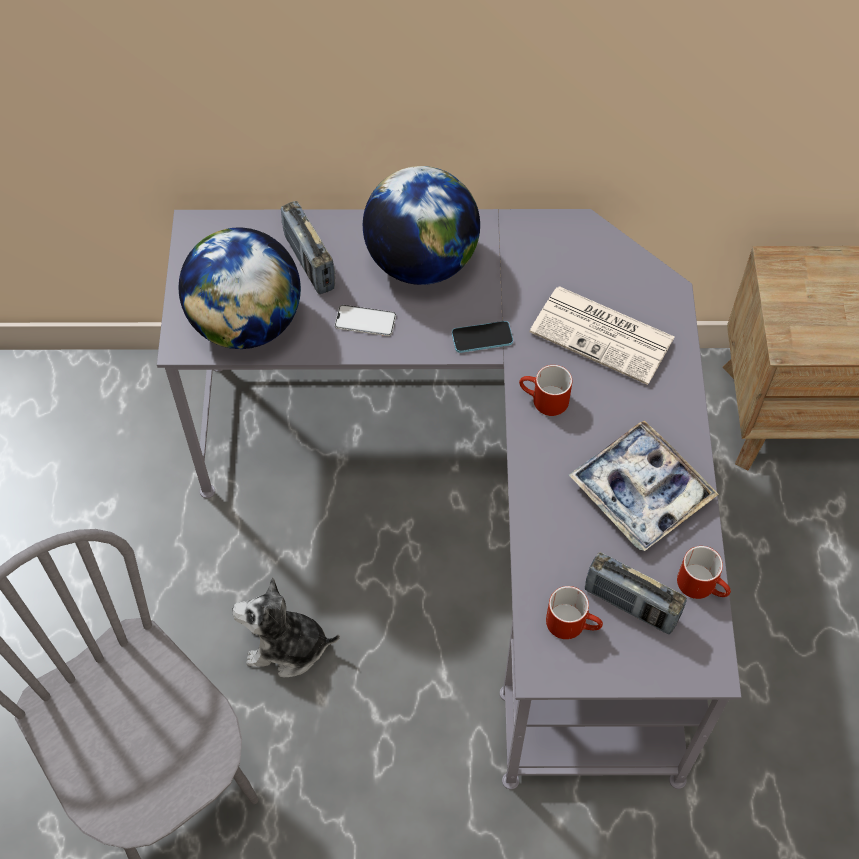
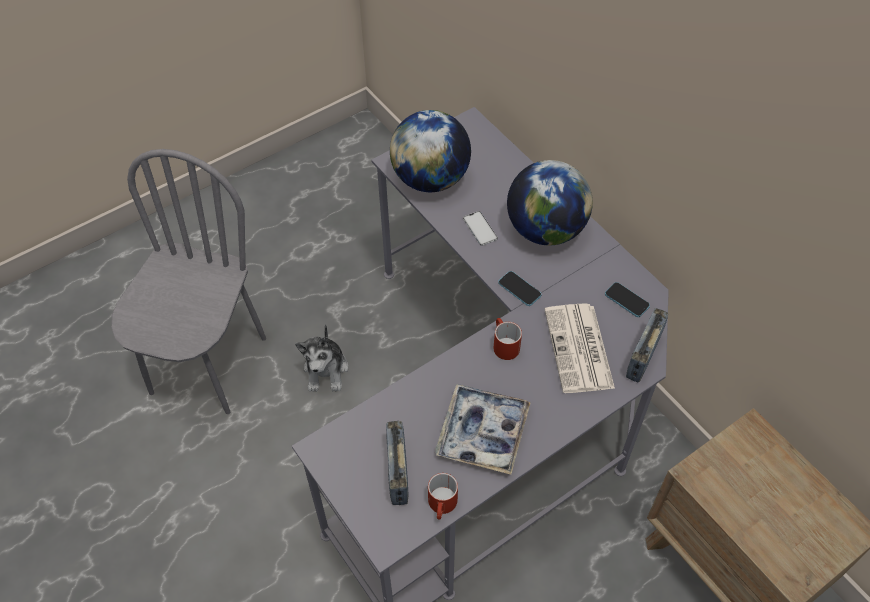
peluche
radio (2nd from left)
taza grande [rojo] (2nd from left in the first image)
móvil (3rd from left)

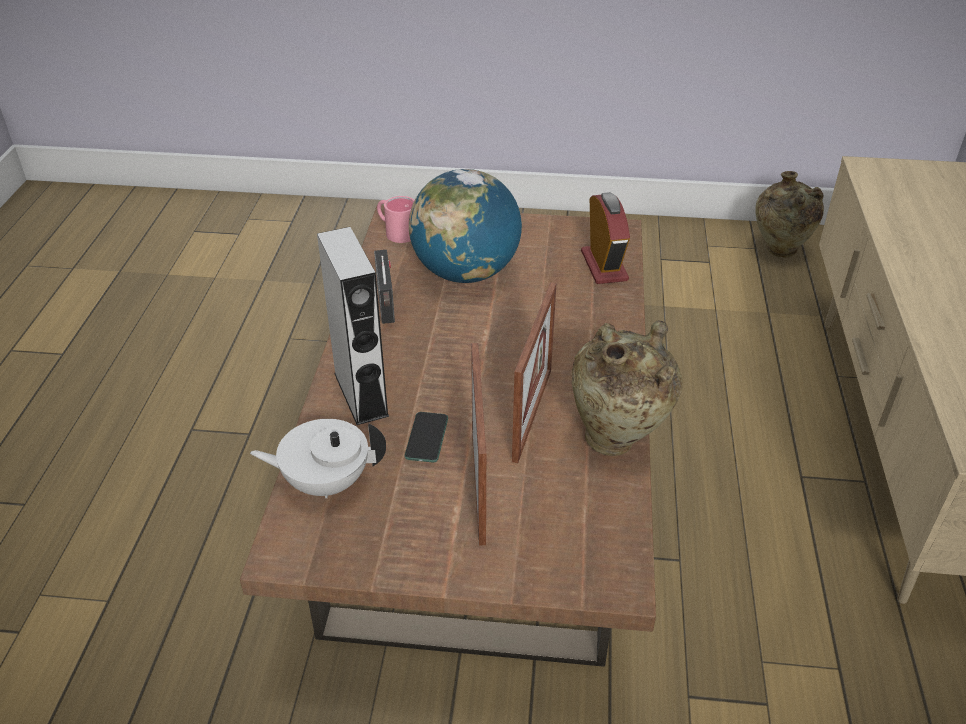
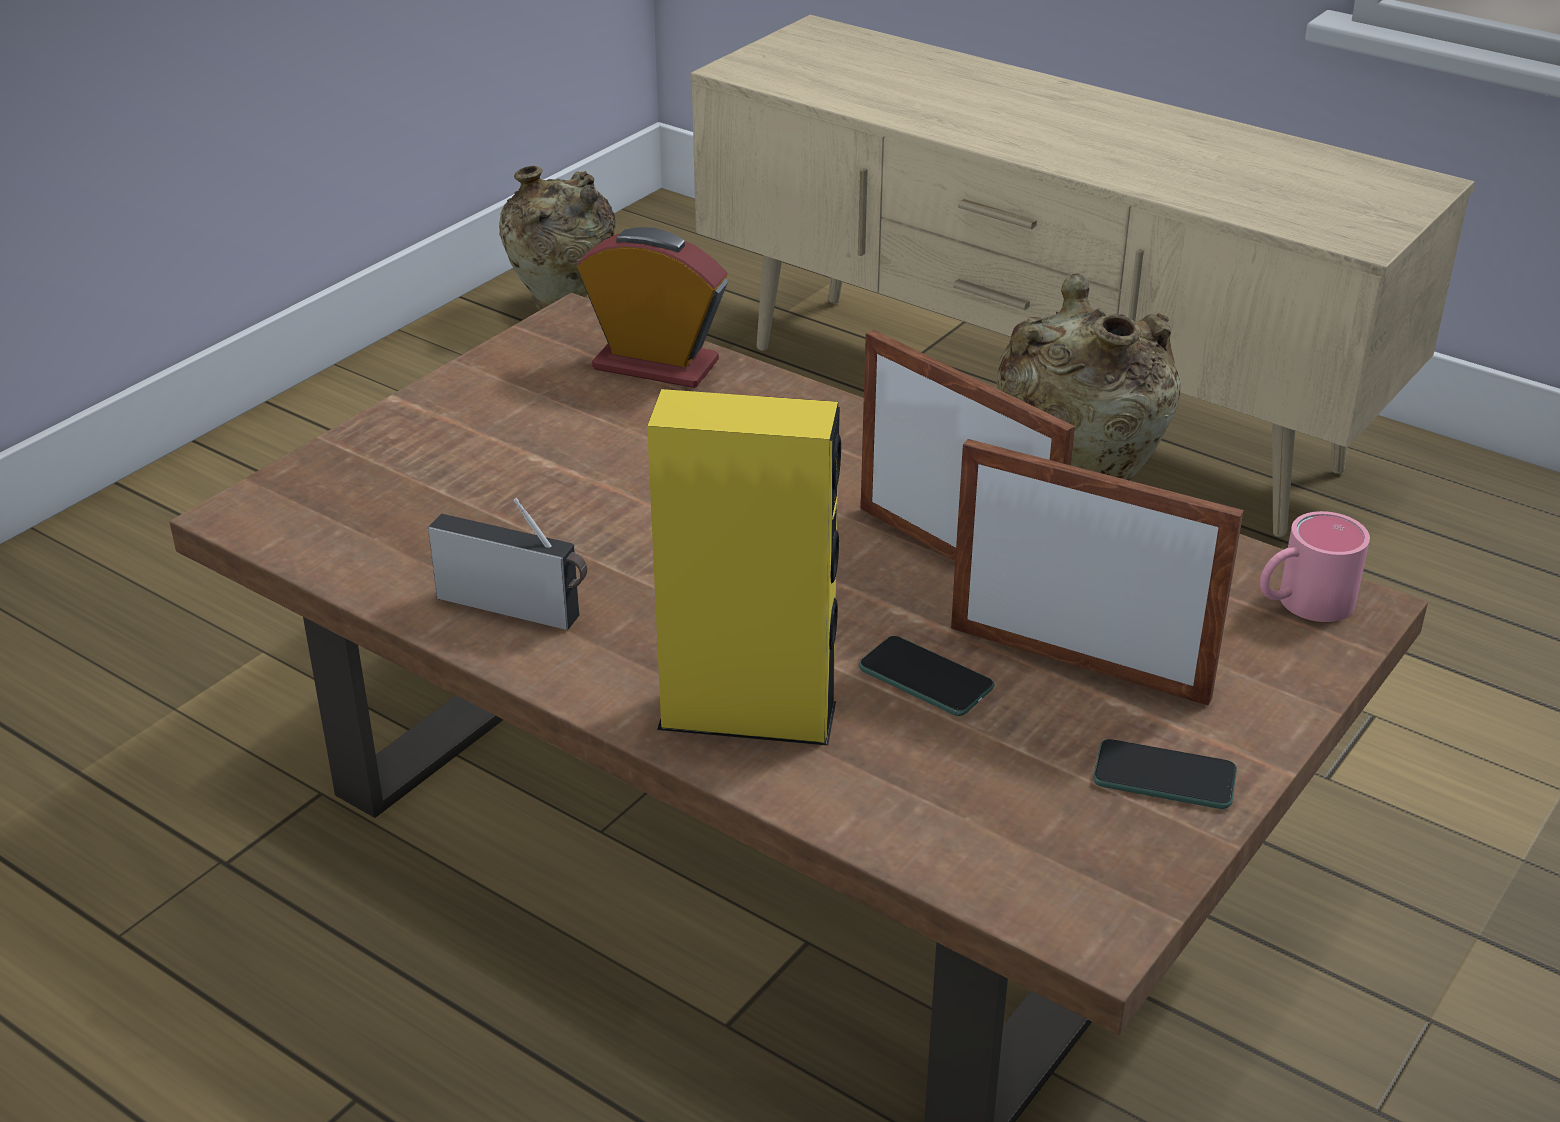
tetera [blanco]
altavoz [amarillo]
taza grande [rosa]
globo terráqueo
móvil (2nd from left)

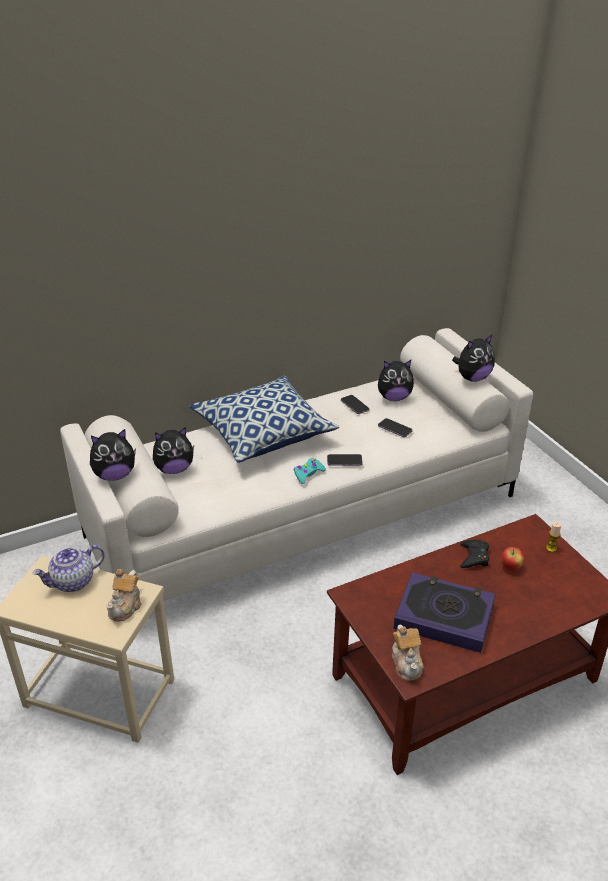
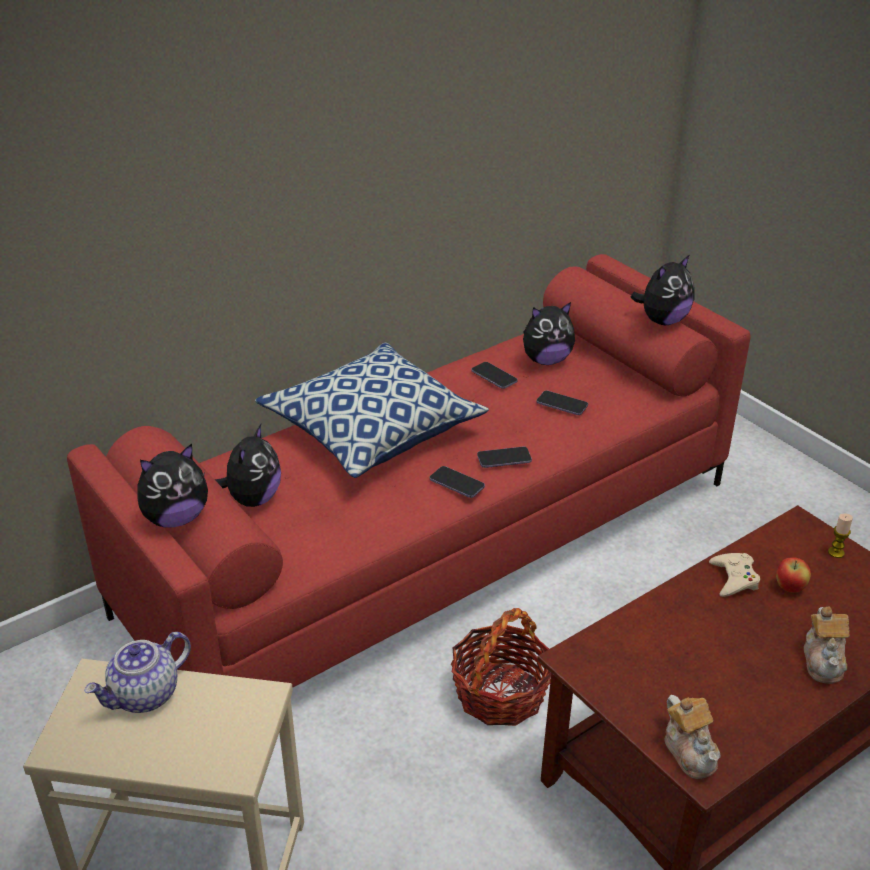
sofá [rojo]
tetera (3rd from left)
peluche (2nd from left)
móvil (1st from left)
libro
mando de consola [beis]
cesta

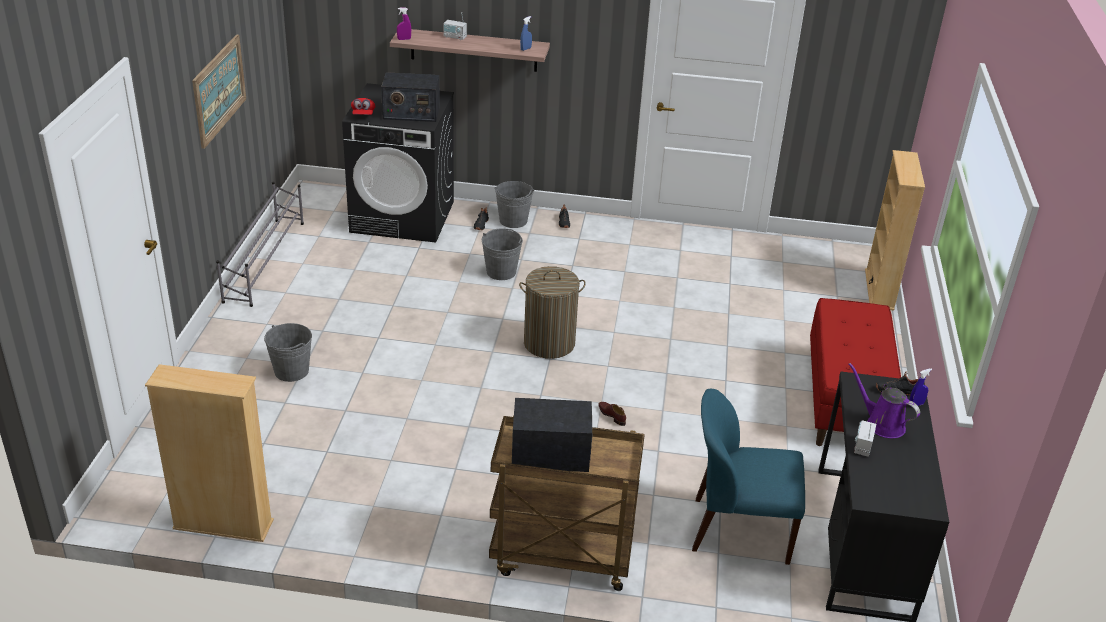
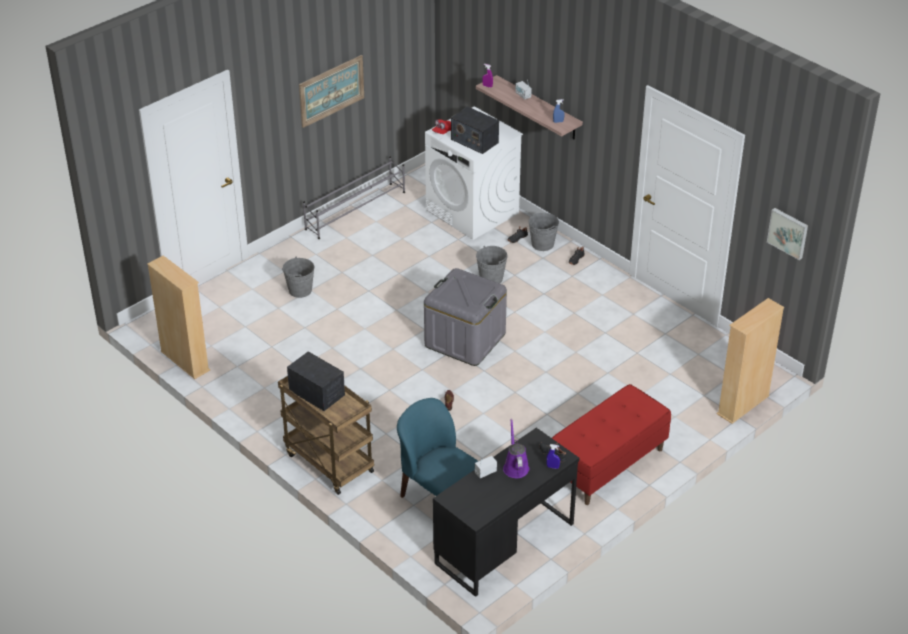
lavadora [blanco]
caja de almacenaje [gris]
cuadro (2nd from left)

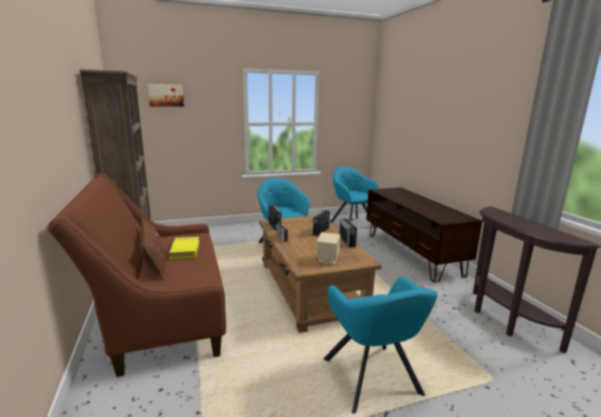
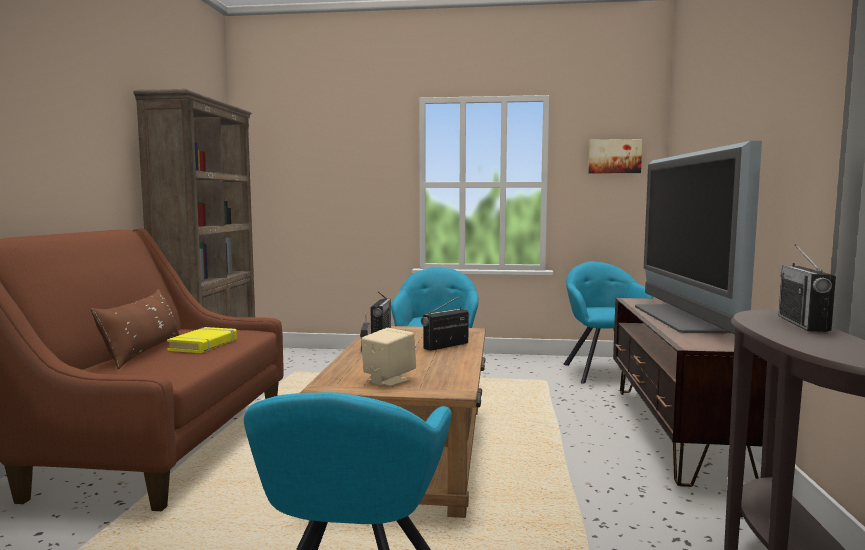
cuadro
radio (4th from left)
televisor

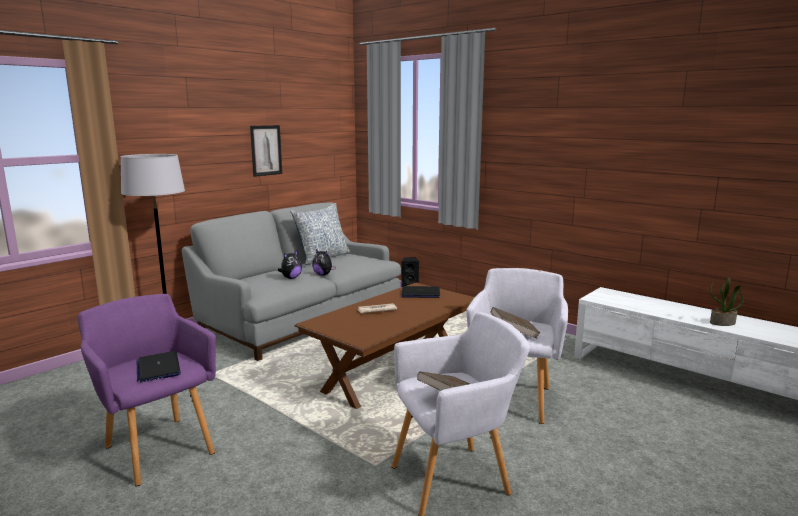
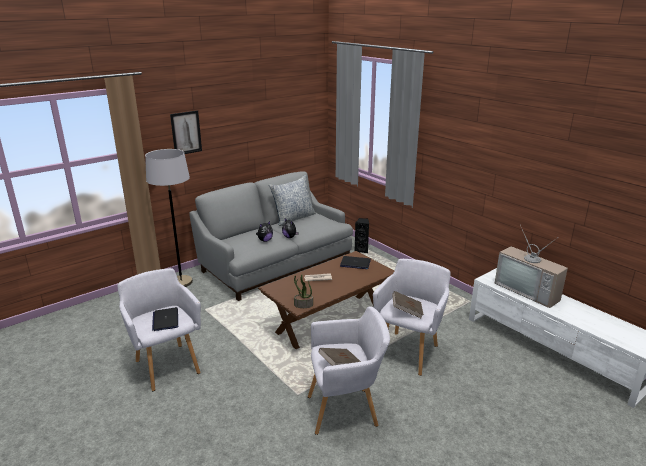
sillón [gris] (1st from left)
cuadro
planta en maceta
televisor

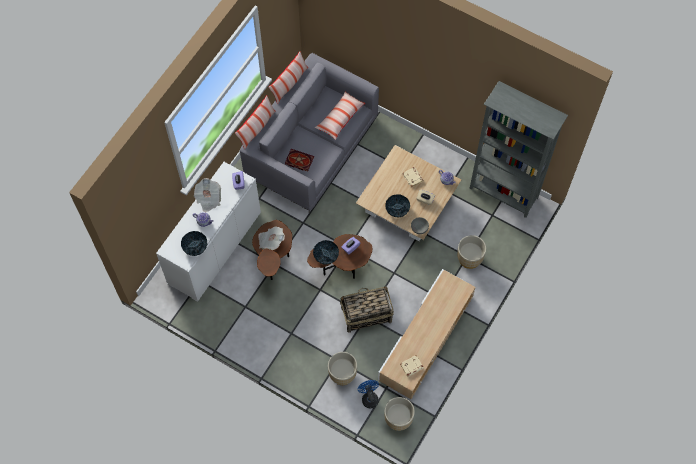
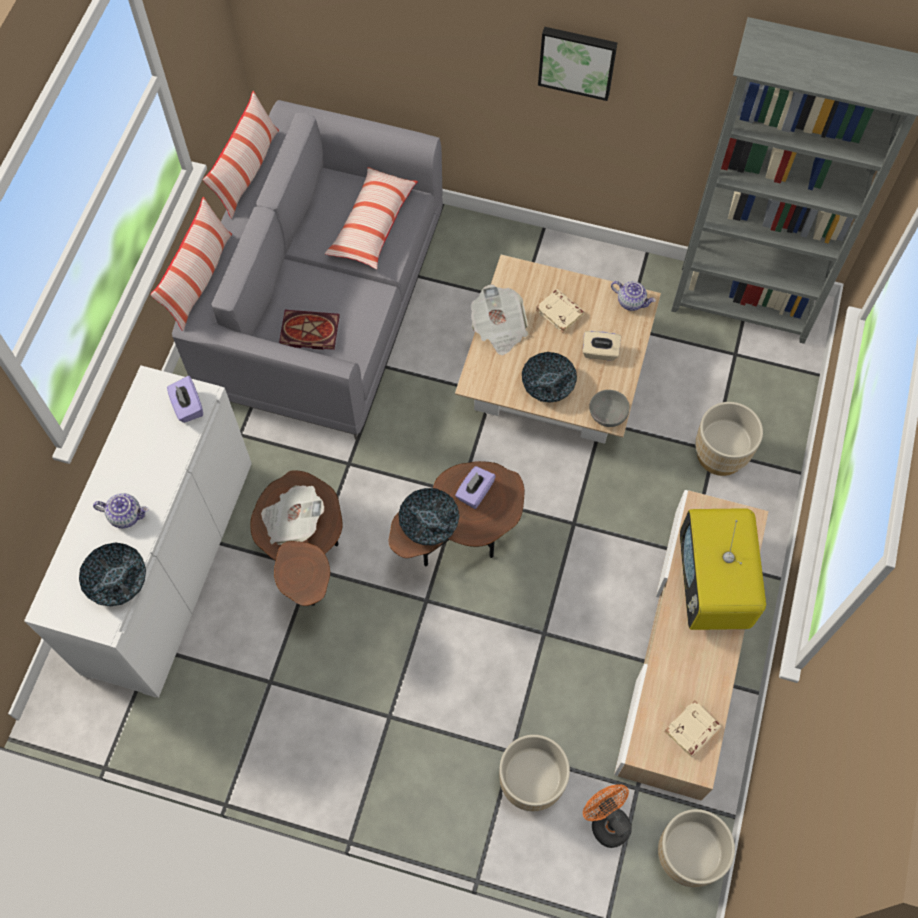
periódico (2nd from left)
cesta
ventilador [naranja]
cuadro
televisor

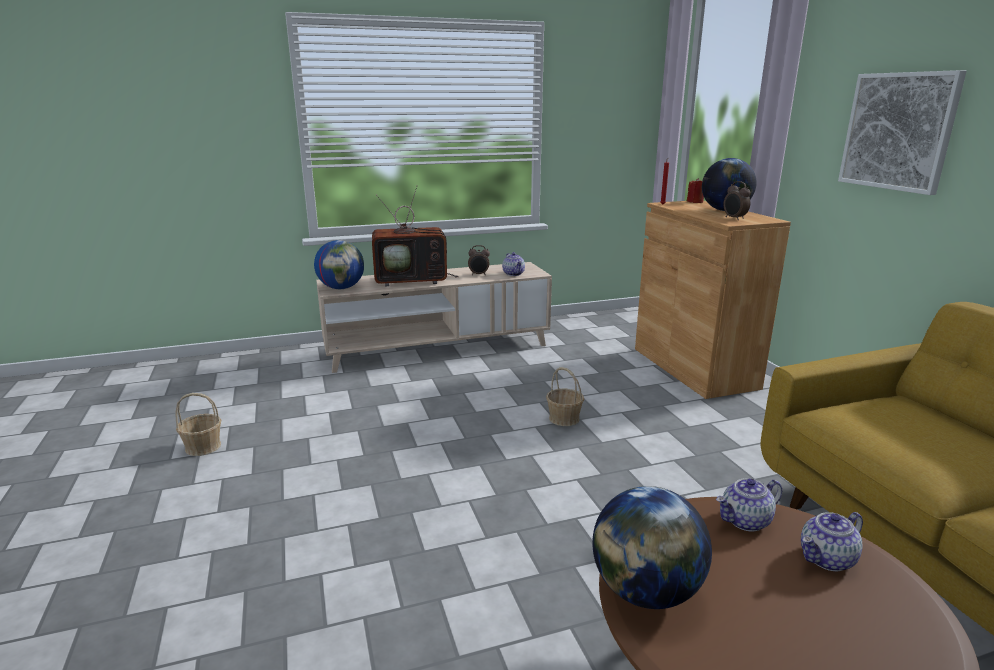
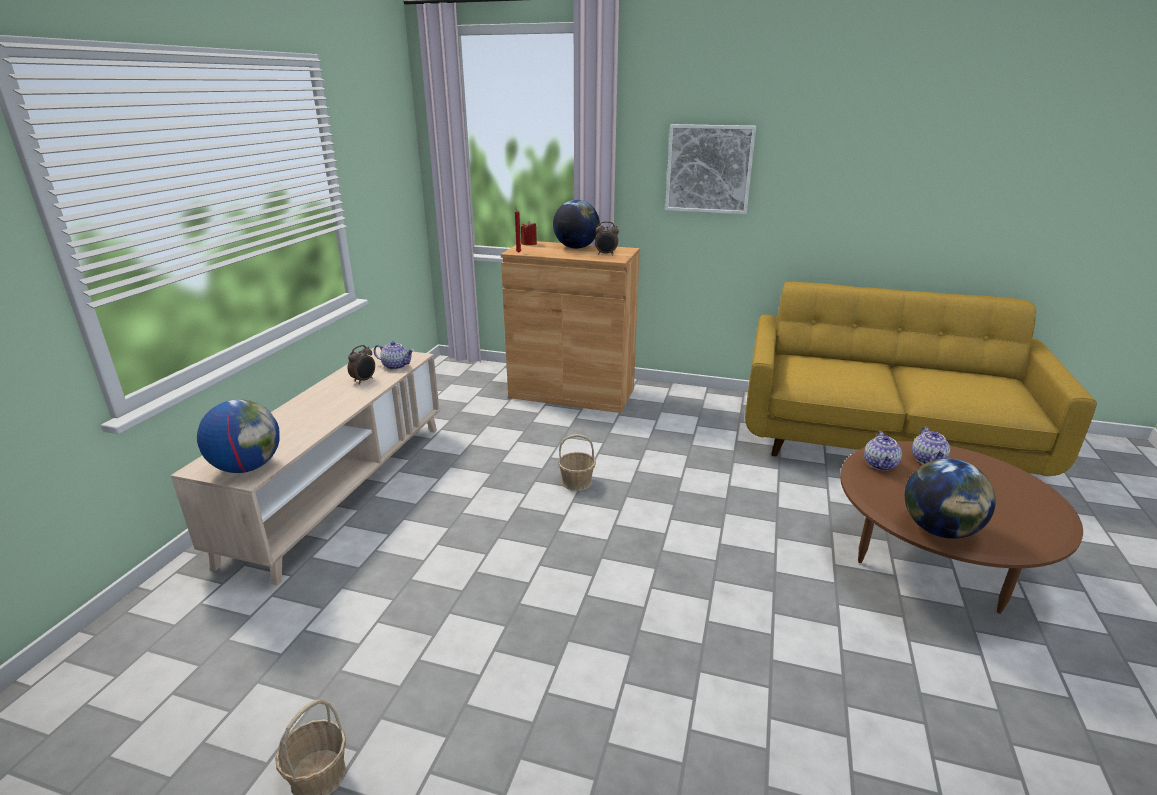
televisor

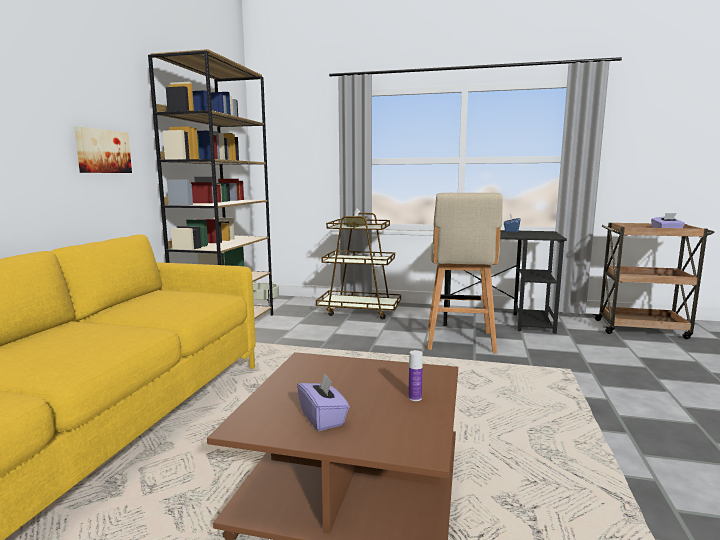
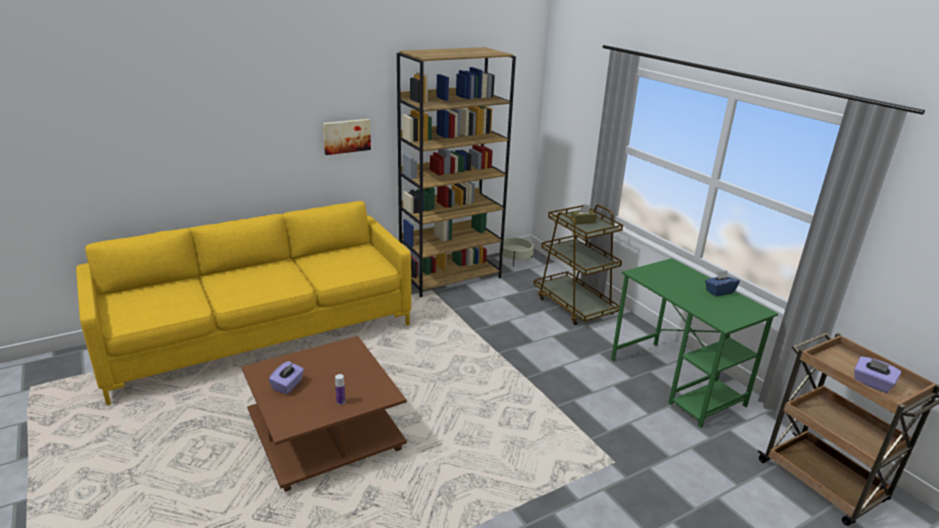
taburete [beis]
escritorio [verde]

